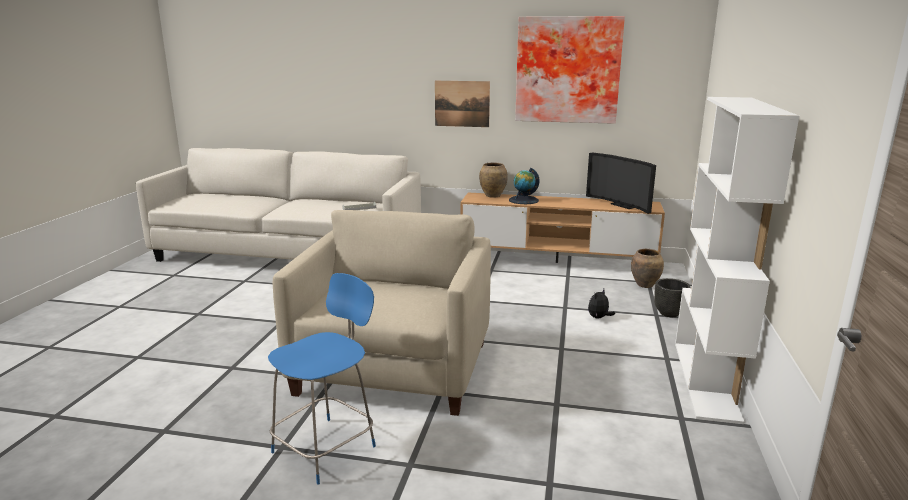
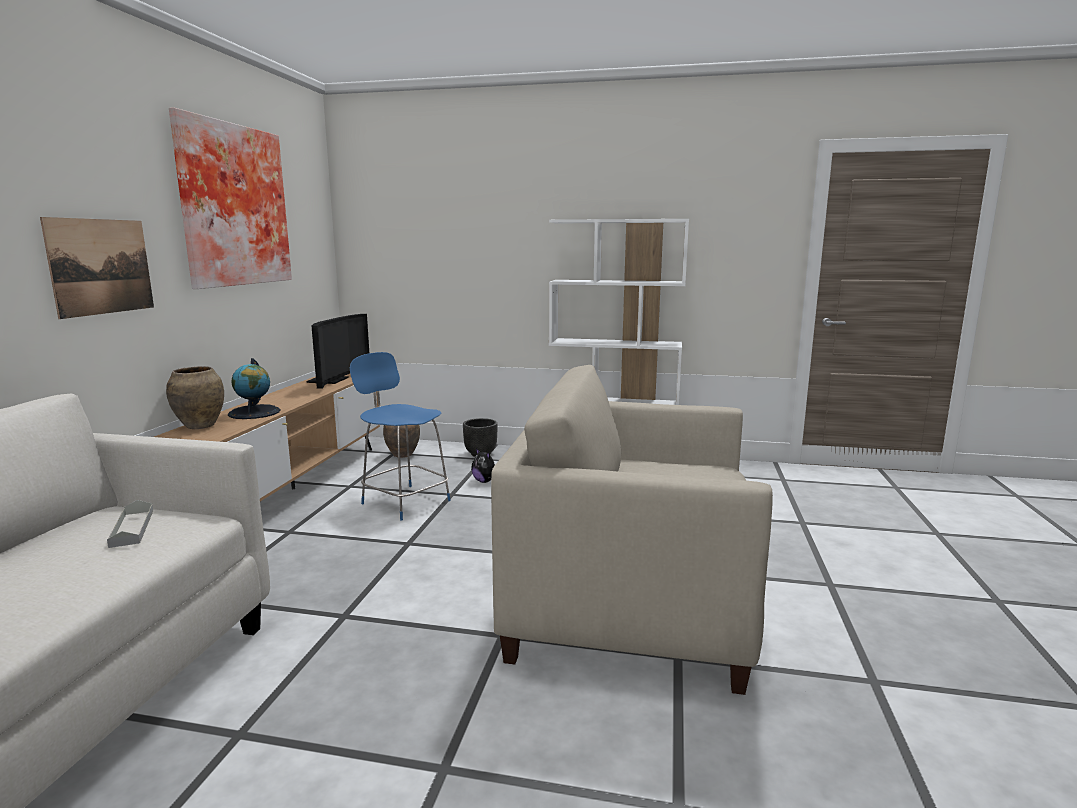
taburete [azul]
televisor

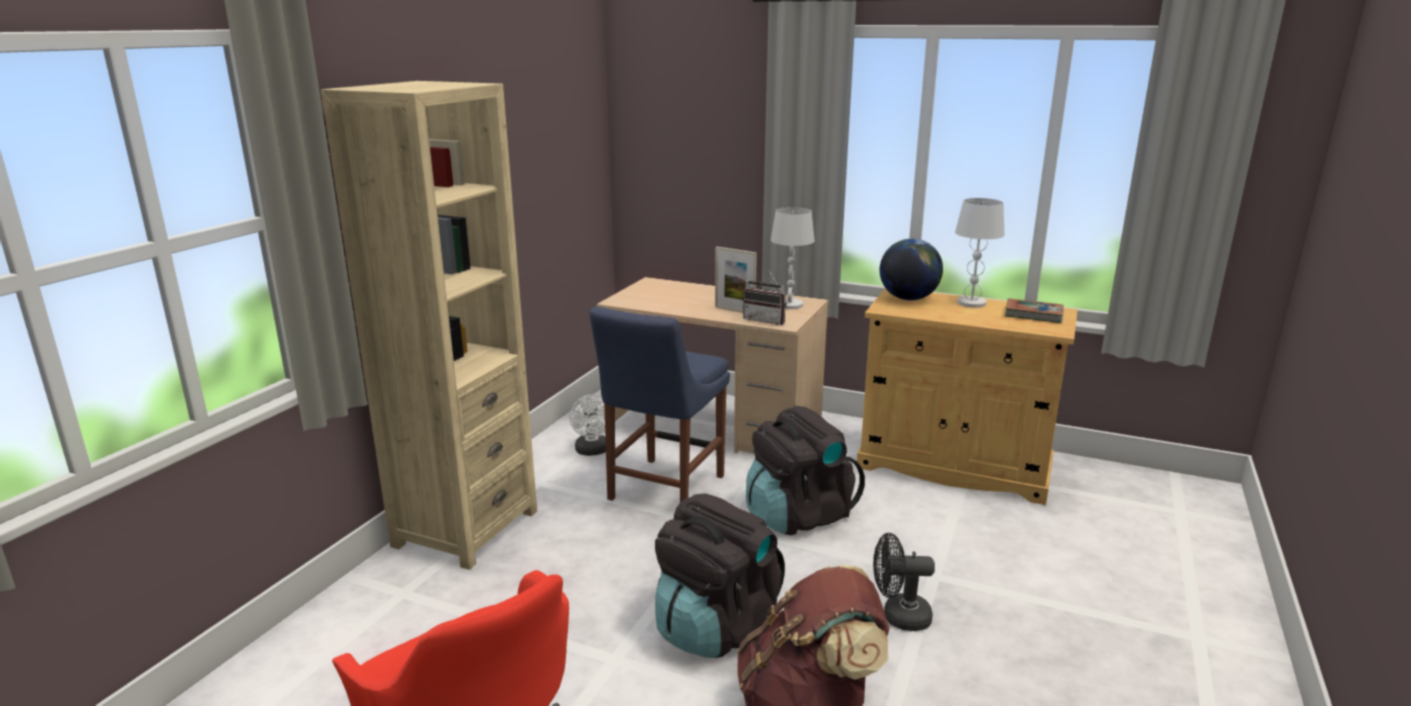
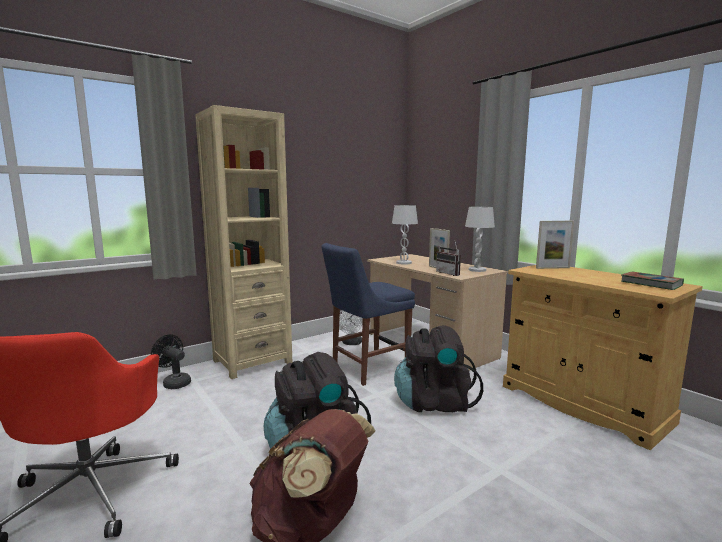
ventilador [negro]
portarretratos (2nd from left)
lámpara de mesa [blanco] (1st from left)

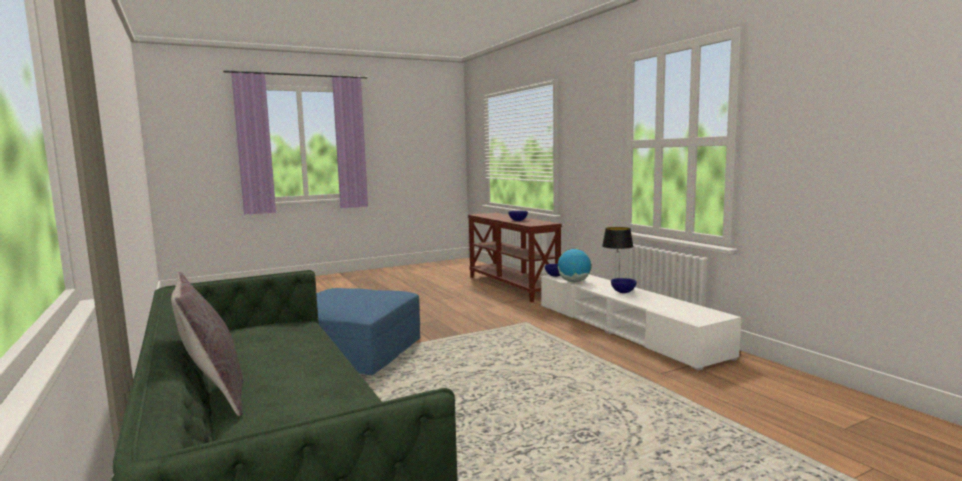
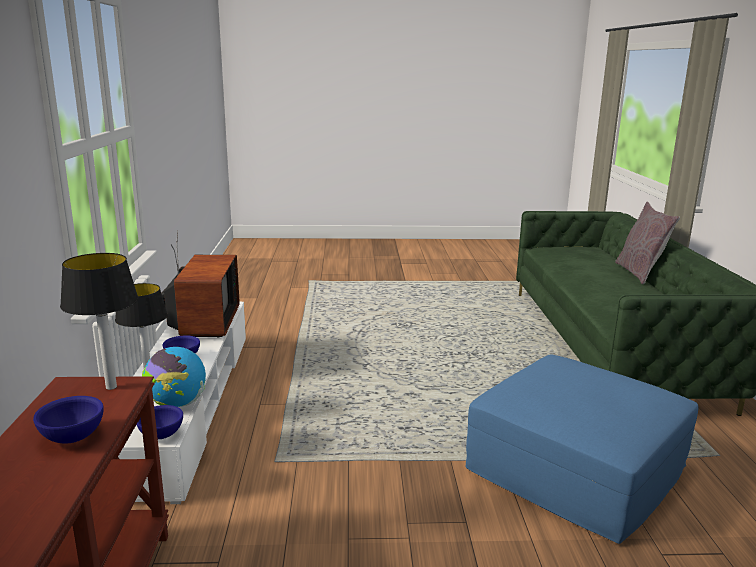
lámpara de mesa (1st from left)
televisor

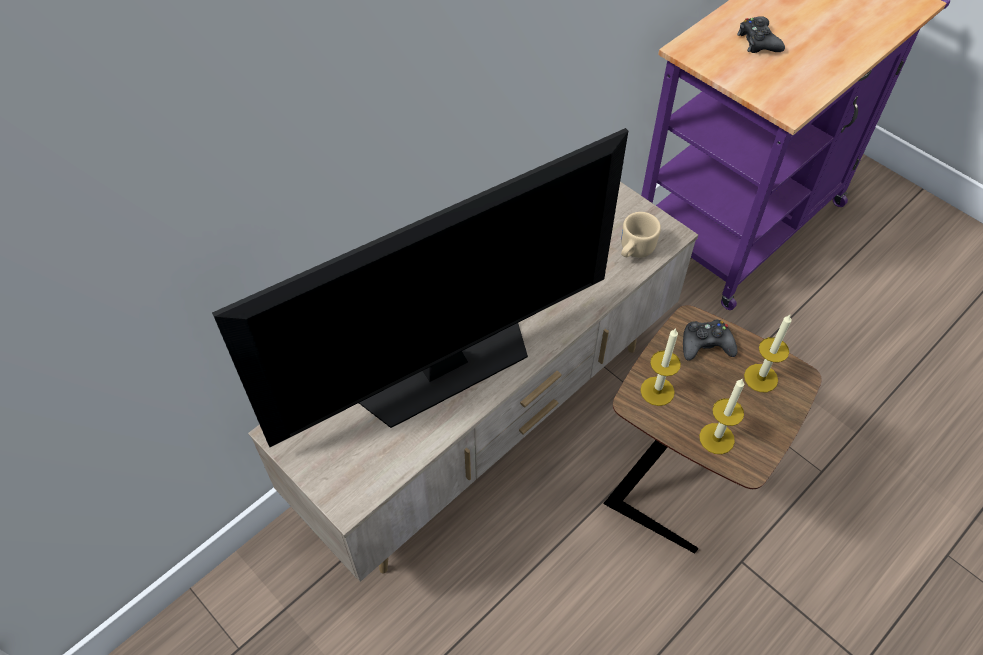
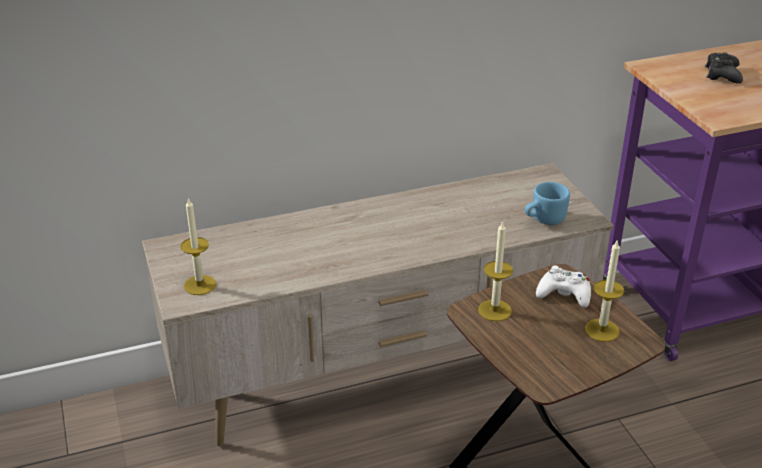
televisor
taza grande [azul]
mando de consola [blanco]
vela (1st from left)

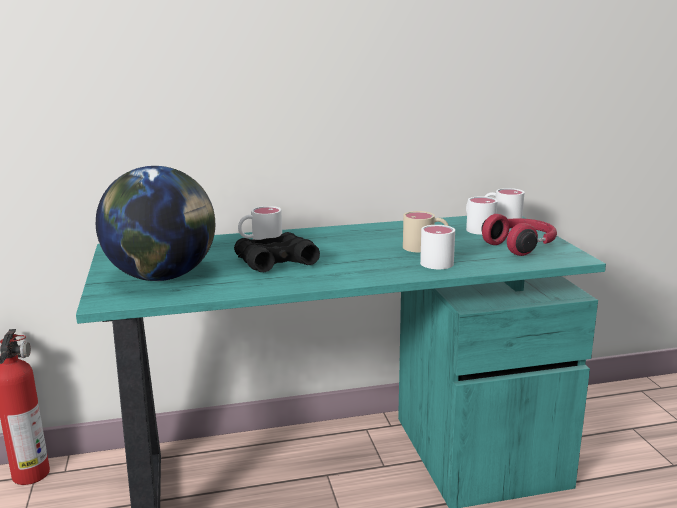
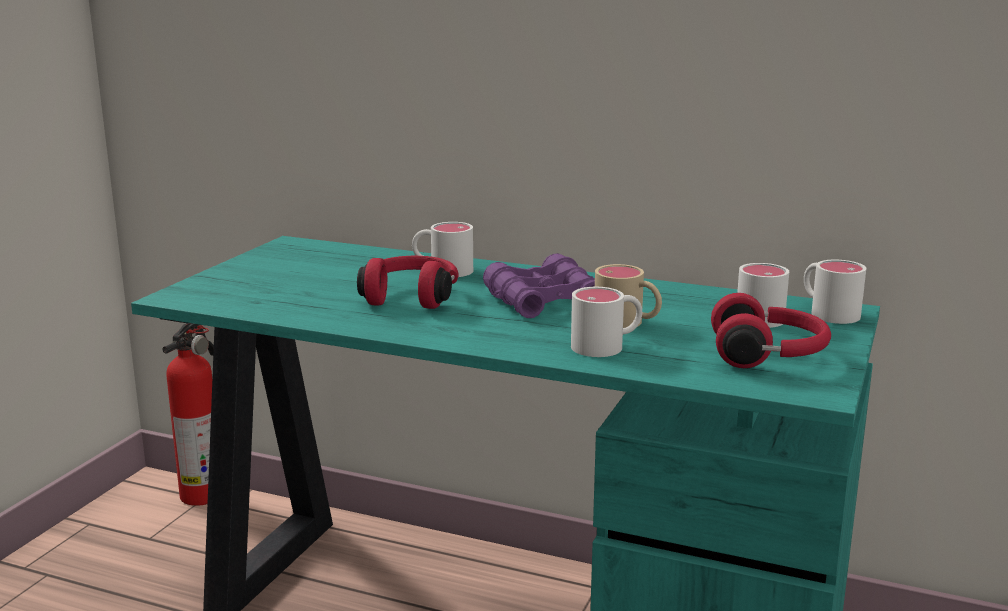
globo terráqueo
auriculares [rojo] (1st from left)
prismáticos [morado]

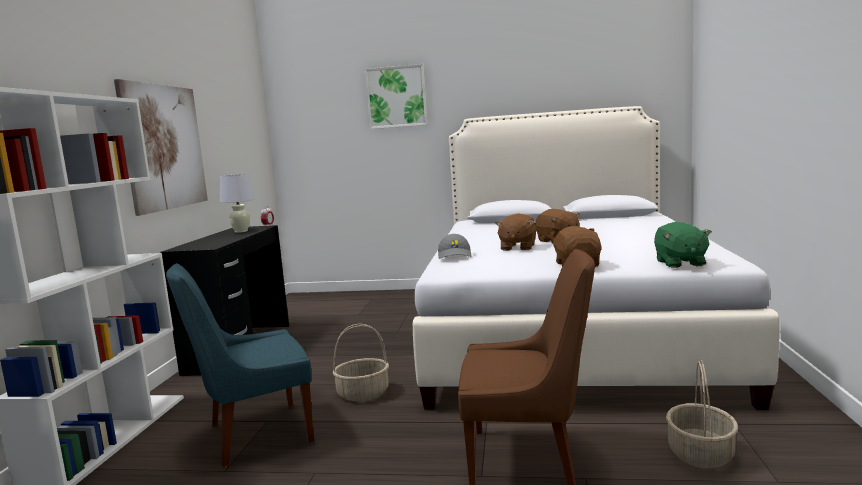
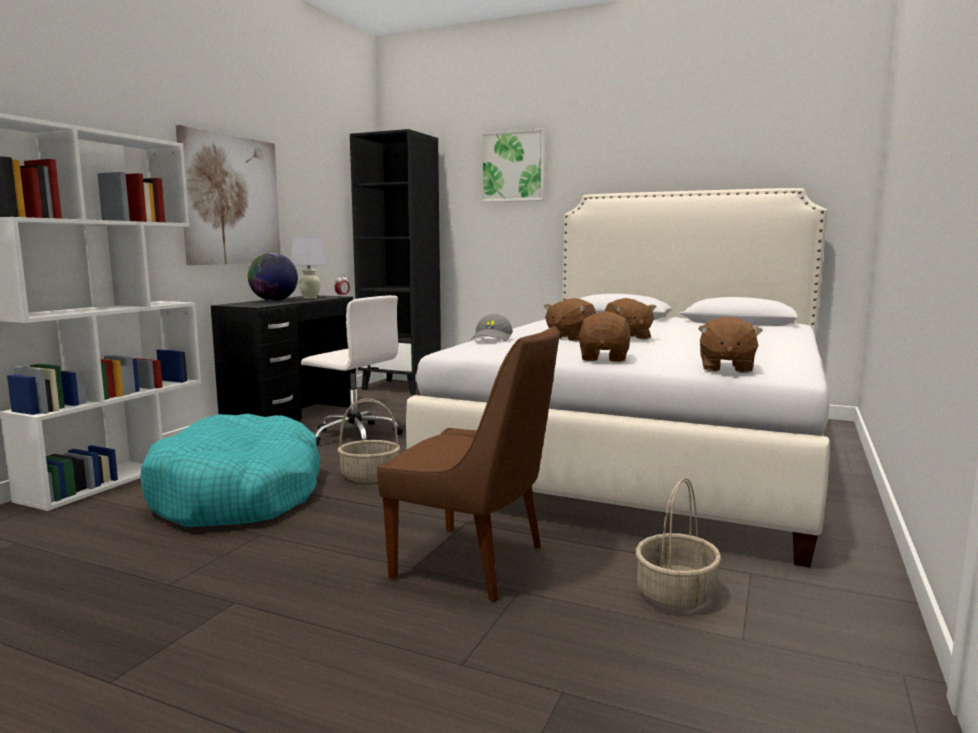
cama para perro [turquesa]
peluche [marrón] (4th from left)
globo terráqueo
silla de oficina [blanco]
estantería [negro]

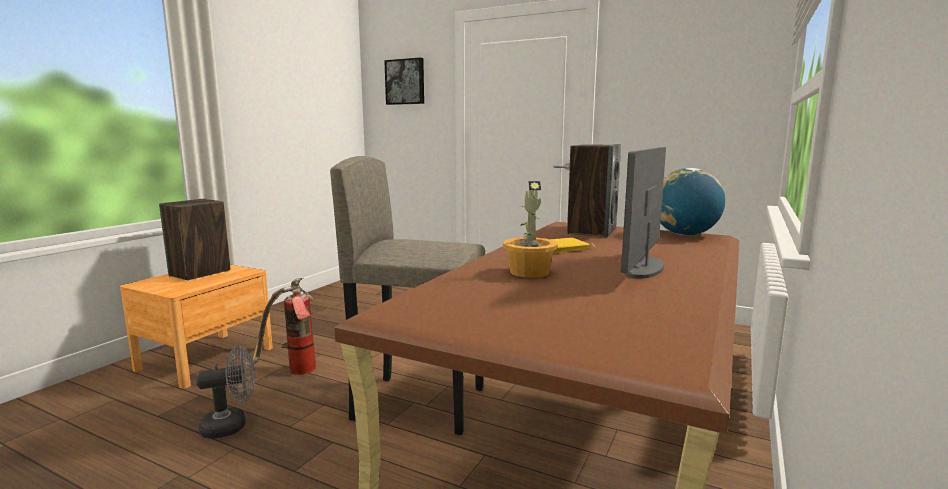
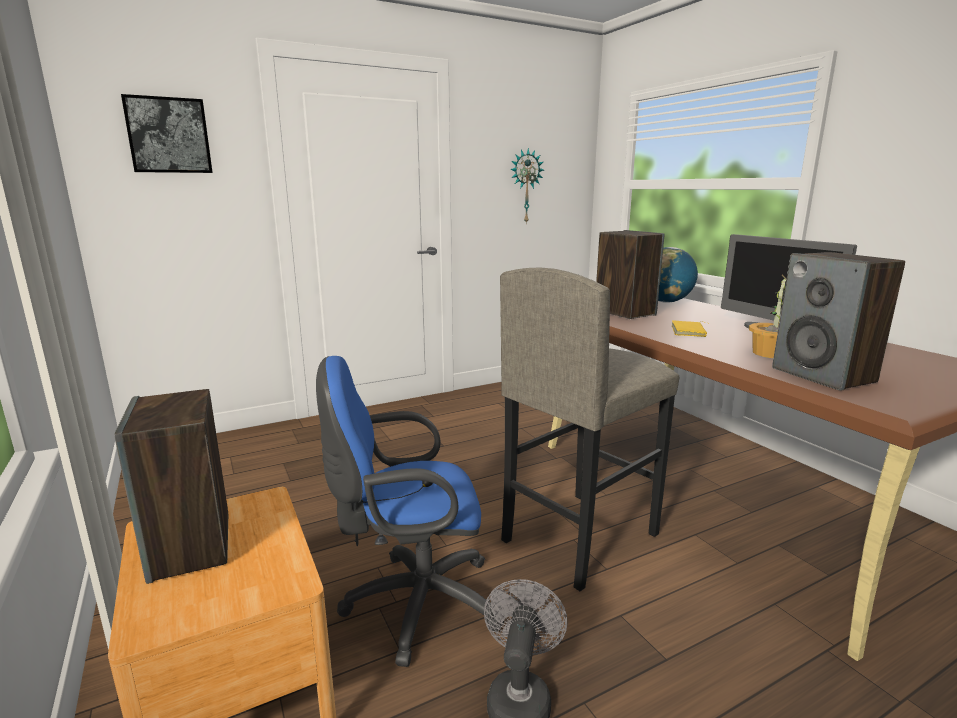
silla de oficina [azul]
reloj de pared
altavoz (3rd from left)

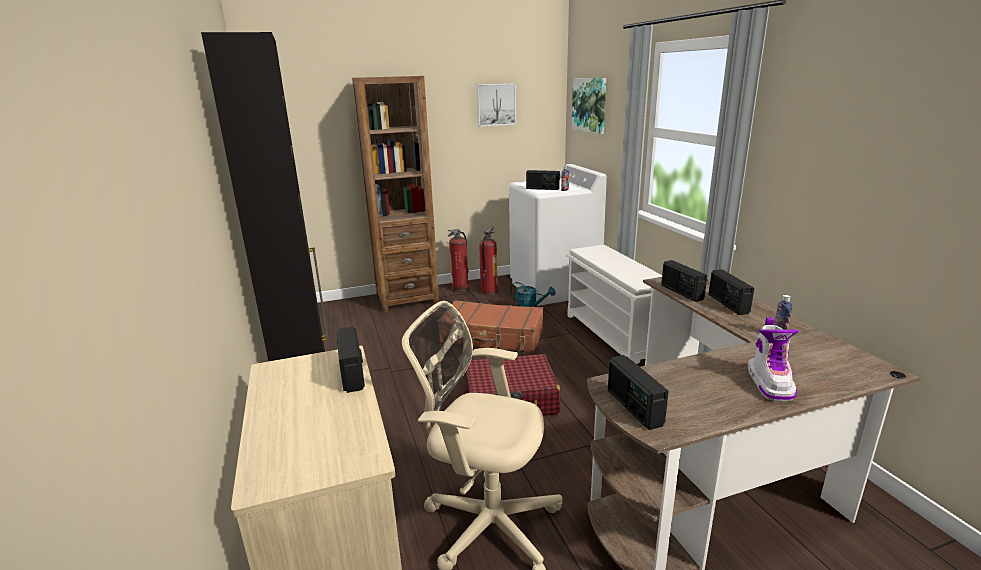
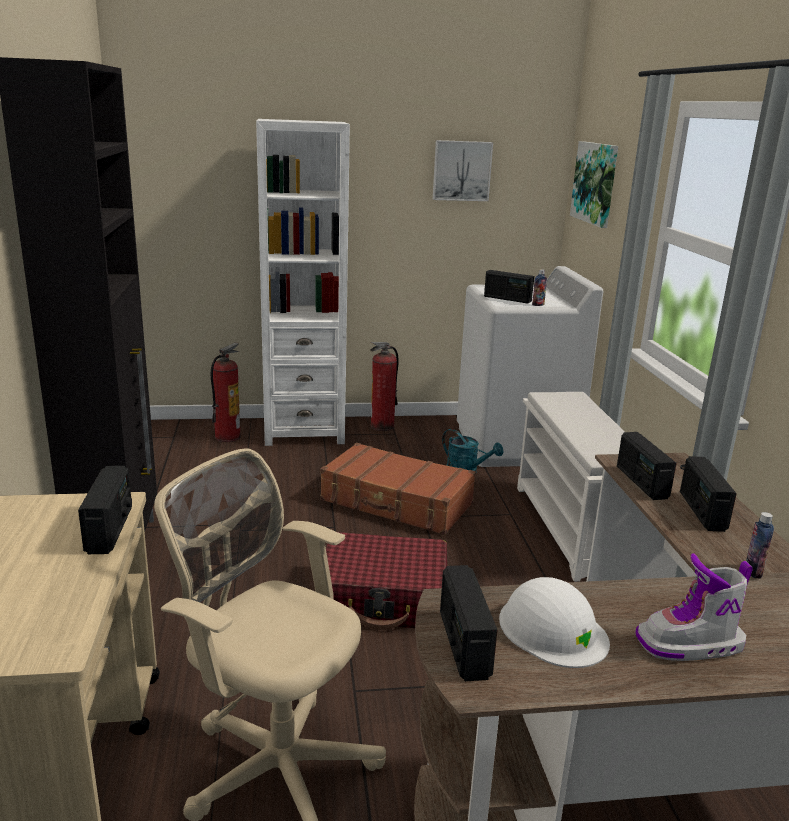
estantería [blanco]
extintor (1st from left)
bota
casco [blanco]

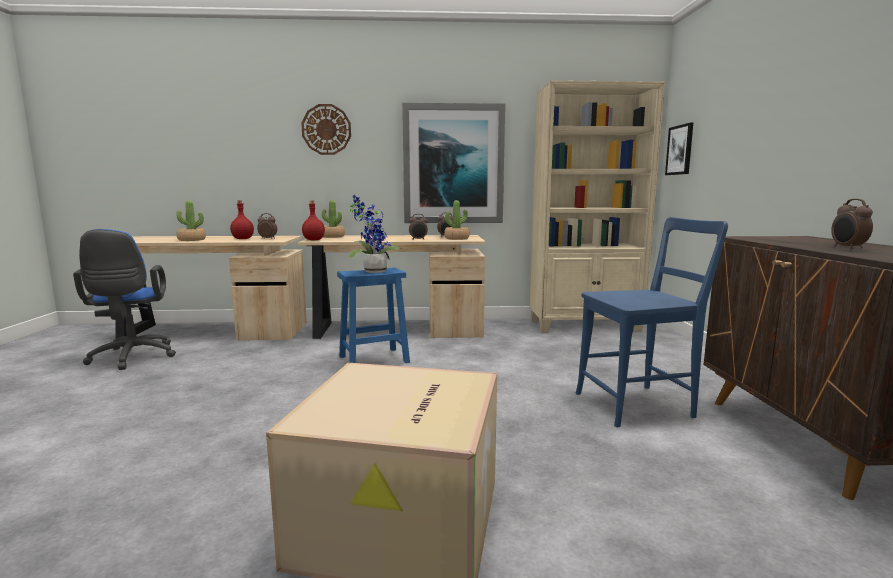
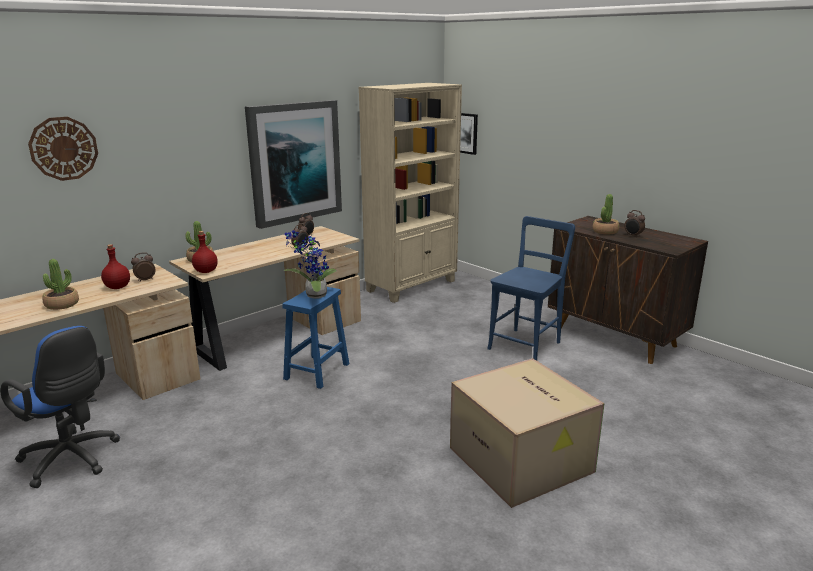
reloj de pared
planta en maceta (4th from left)

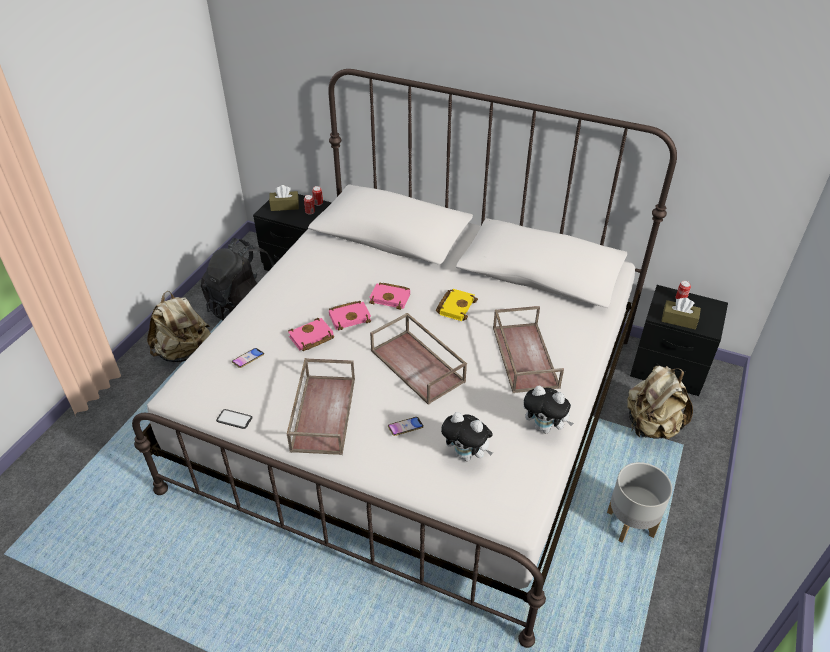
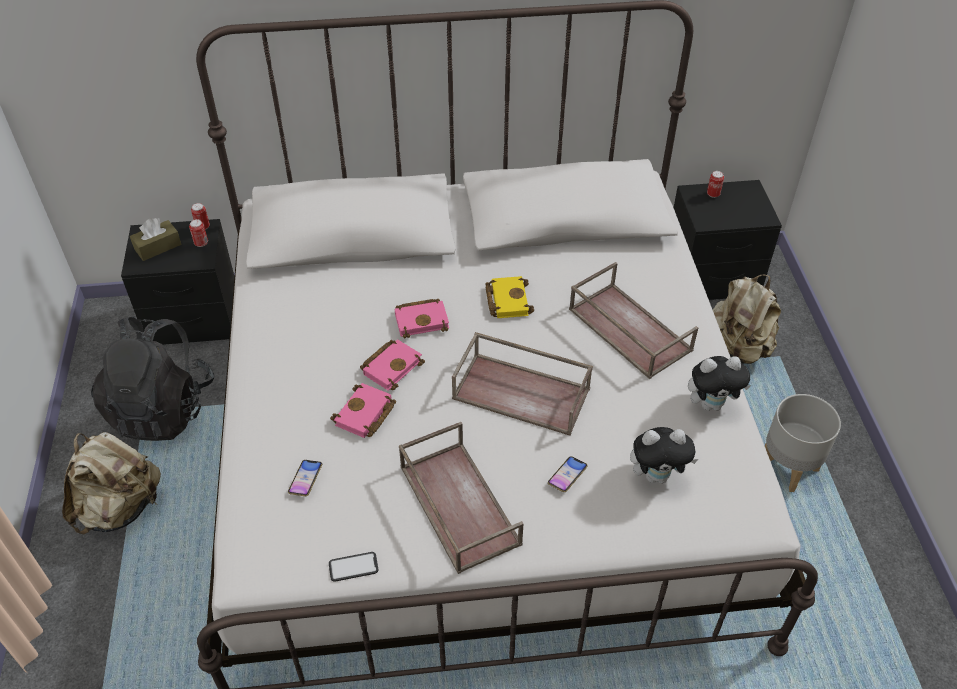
caja de pañuelos [marrón] (2nd from left in the first image)

